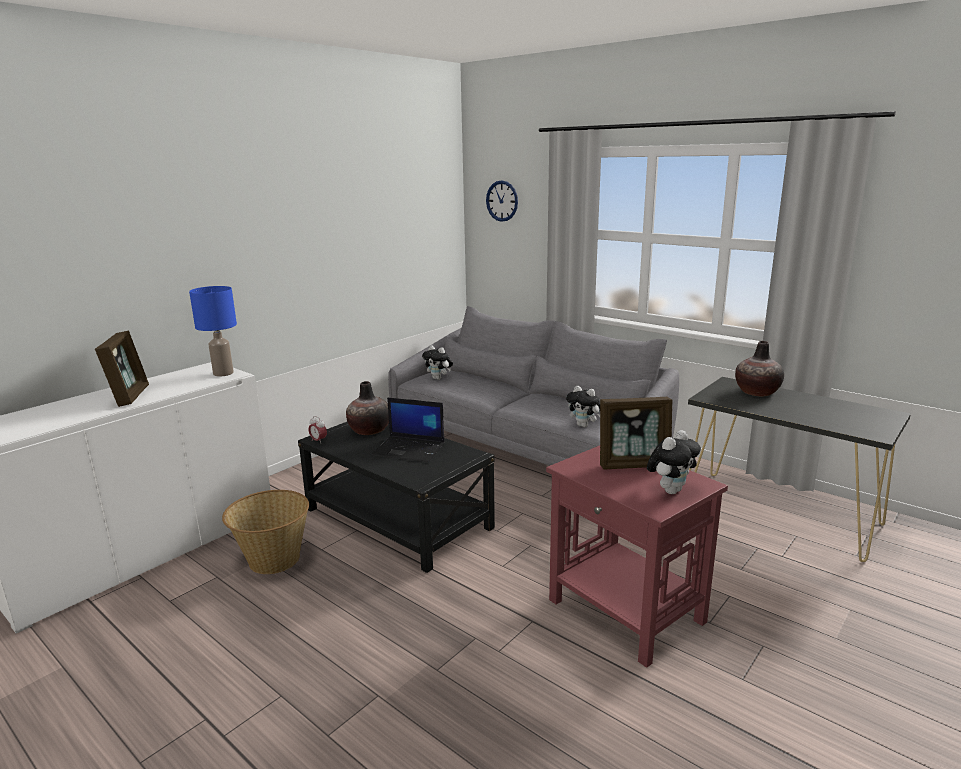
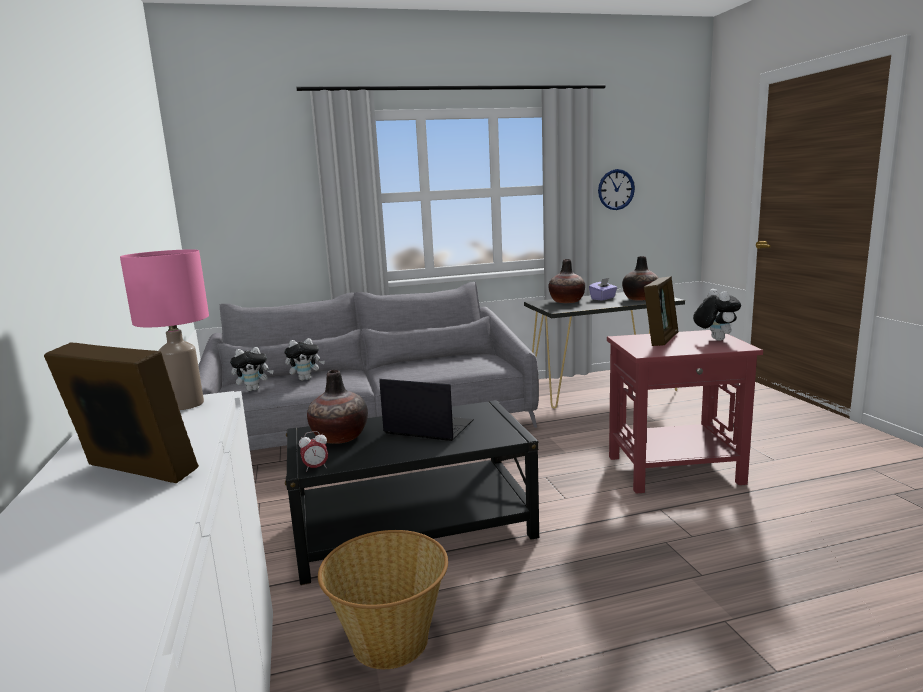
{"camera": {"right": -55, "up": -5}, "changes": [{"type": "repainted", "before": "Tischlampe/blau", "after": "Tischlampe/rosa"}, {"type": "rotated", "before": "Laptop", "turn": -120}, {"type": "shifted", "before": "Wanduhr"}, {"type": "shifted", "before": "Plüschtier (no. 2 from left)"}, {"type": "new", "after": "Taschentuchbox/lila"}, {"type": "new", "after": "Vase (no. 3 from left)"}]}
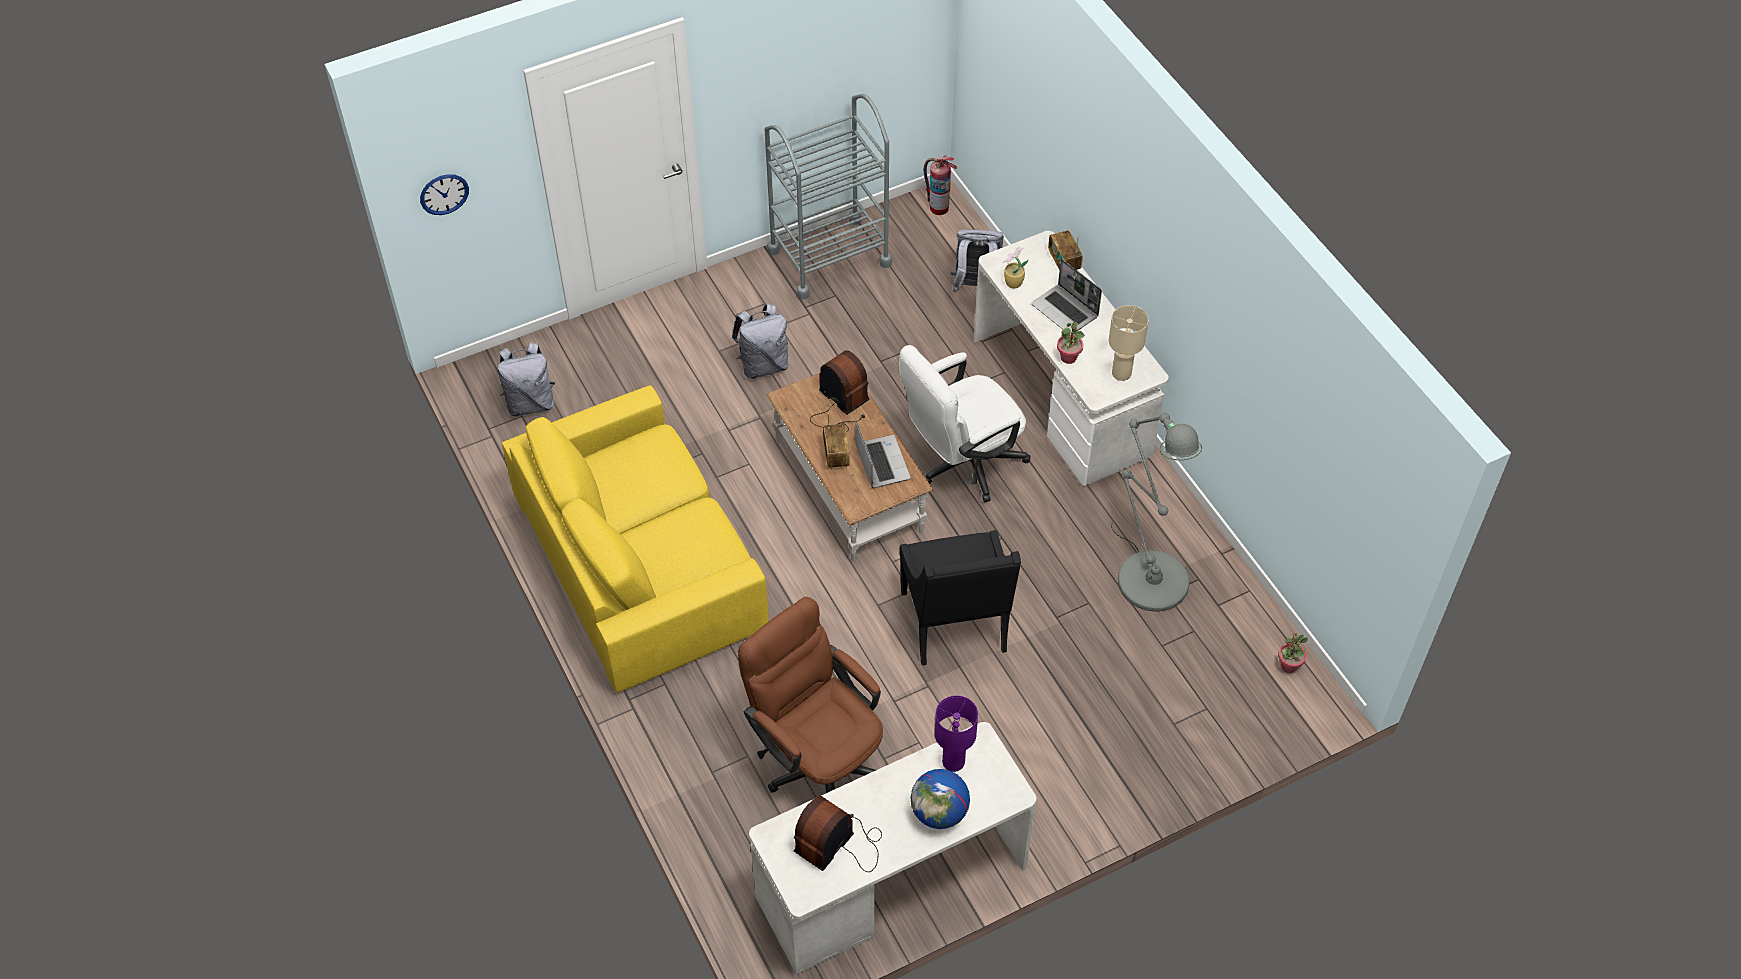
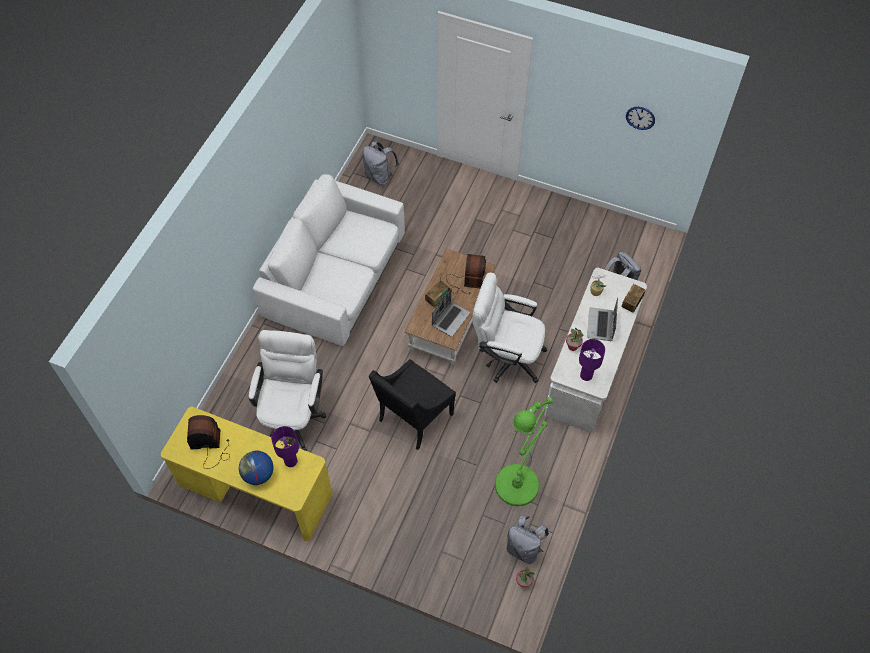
{"camera": {"right": 50, "up": 5}, "changes": [{"type": "shifted", "before": "Wanduhr"}, {"type": "repainted", "before": "Sofa/gelb", "after": "Sofa/weiß"}, {"type": "shifted", "before": "Rucksack/grau (no. 2 from left)"}, {"type": "repainted", "before": "Bürostuhl/braun", "after": "Bürostuhl/weiß (no. 1 from left)"}, {"type": "repainted", "before": "Schreibtisch/weiß (no. 1 from left)", "after": "Schreibtisch/gelb"}, {"type": "gone", "before": "Rollwagen/grau"}, {"type": "gone", "before": "Feuerlöscher"}, {"type": "repainted", "before": "Tischlampe/beige", "after": "Tischlampe/lila (no. 2 from left)"}, {"type": "repainted", "before": "Stehlampe/grau", "after": "Stehlampe/grün"}]}
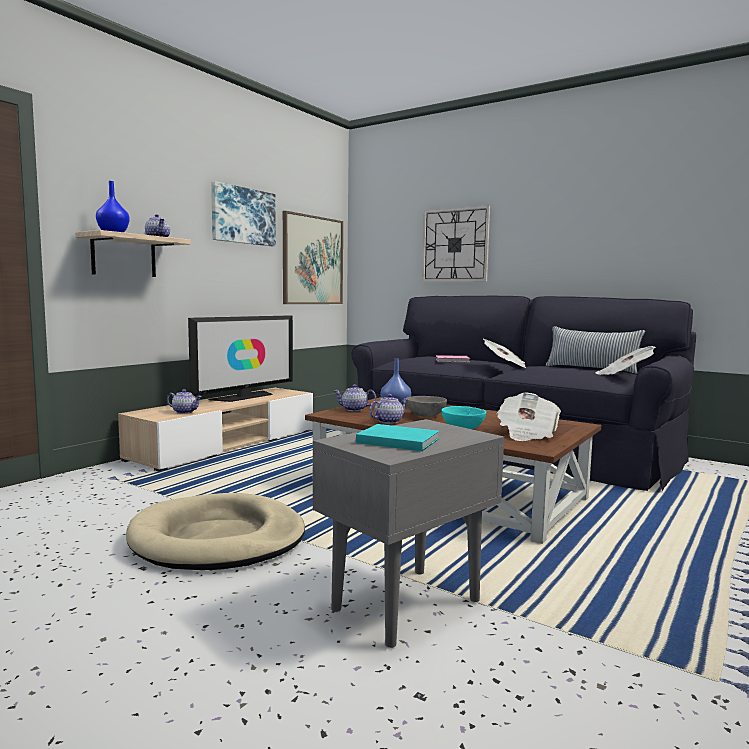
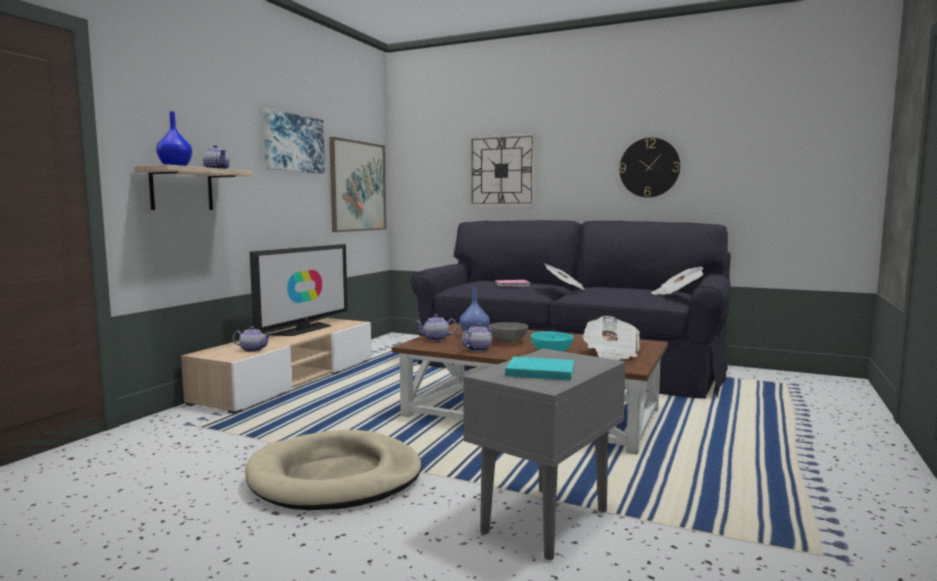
{"camera": {"right": -10, "up": 0}, "changes": [{"type": "gone", "before": "Kissen"}, {"type": "new", "after": "Wanduhr (no. 2 from left)"}]}
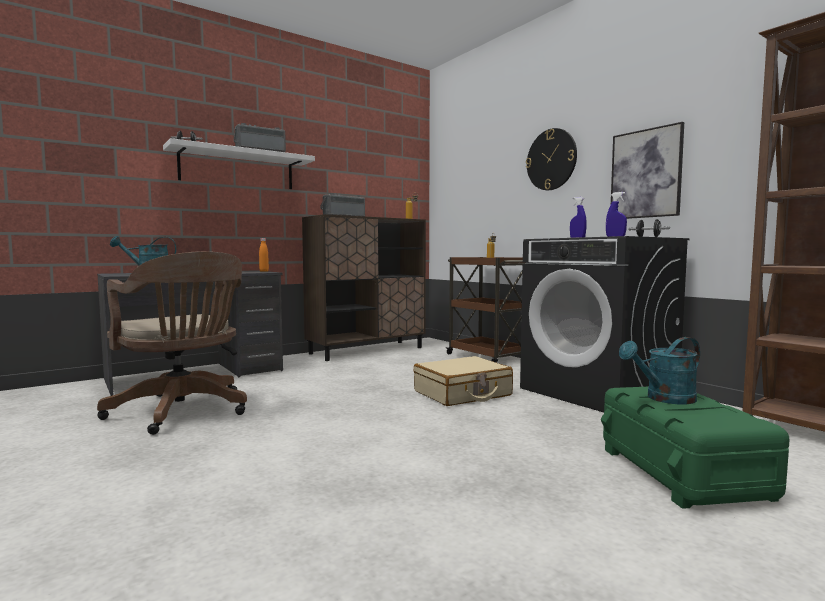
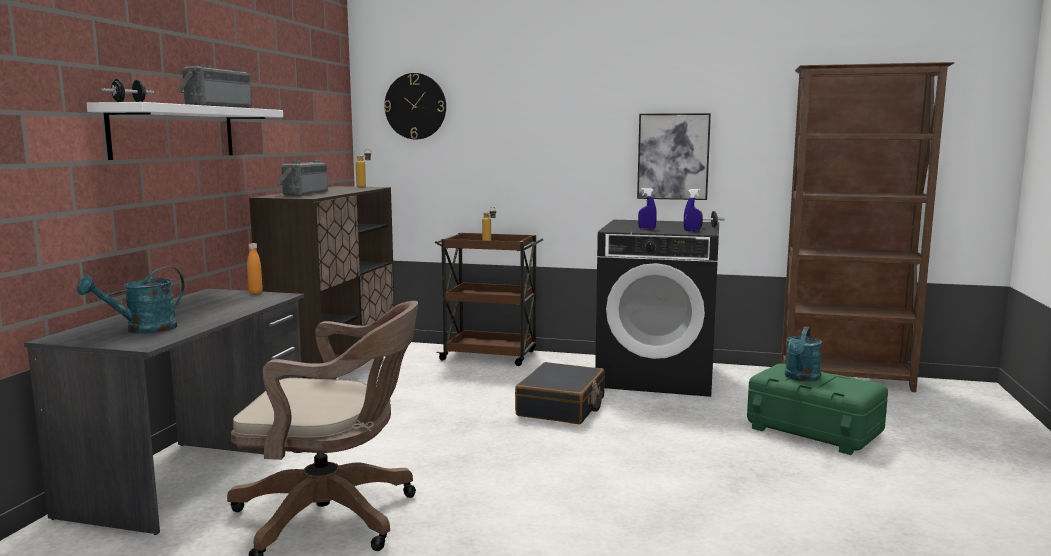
{"camera": {"right": -40, "up": 5}, "changes": [{"type": "repainted", "before": "Koffer/beige", "after": "Koffer/schwarz"}, {"type": "shifted", "before": "Wanduhr"}]}
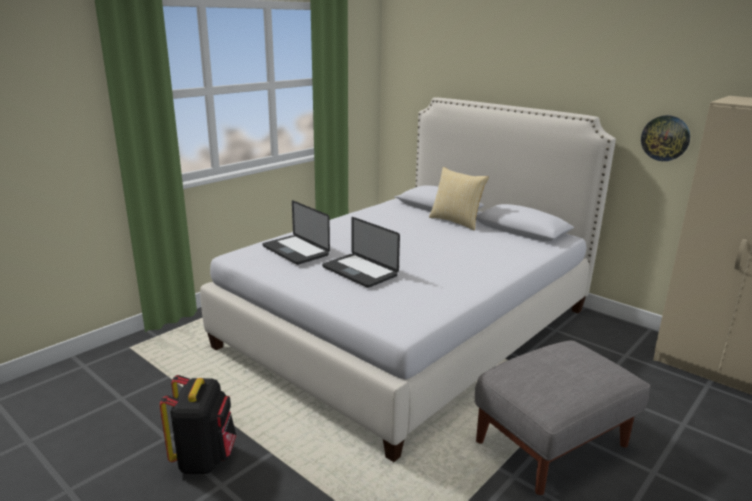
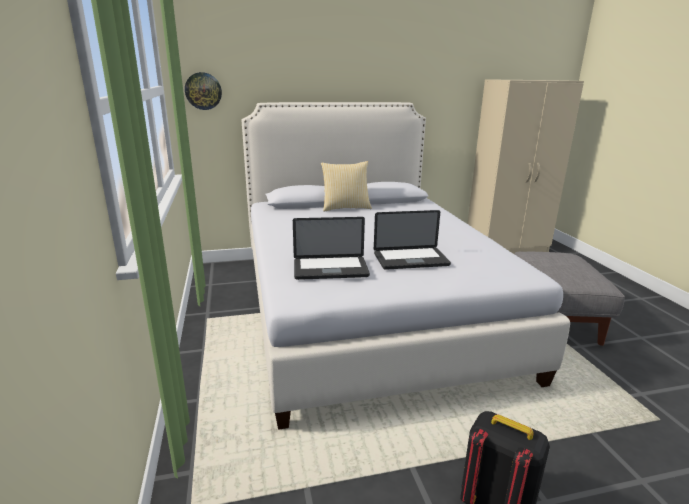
{"camera": {"right": -55, "up": 0}, "changes": [{"type": "shifted", "before": "Wanduhr"}]}
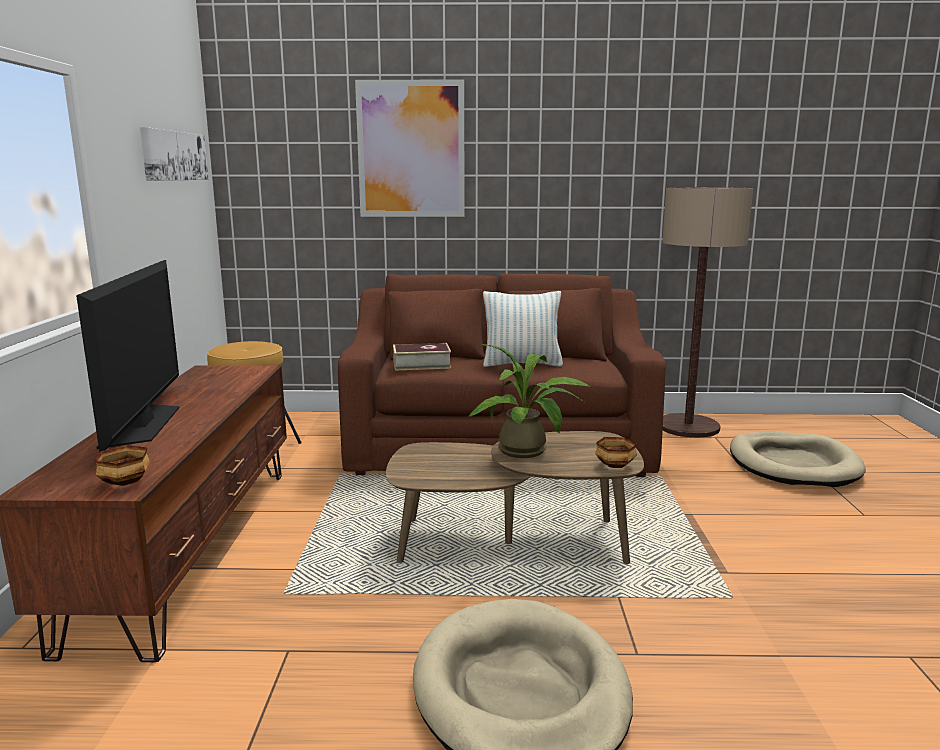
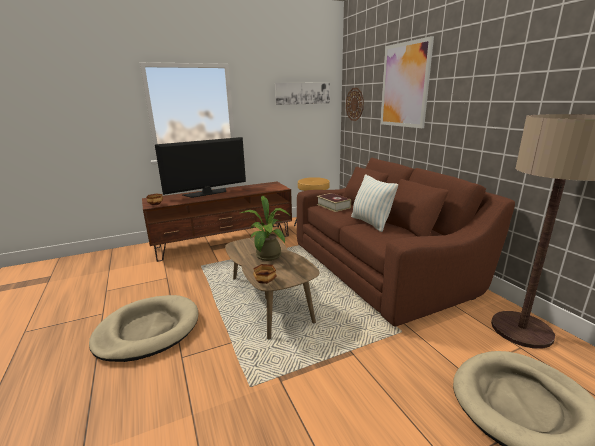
{"camera": {"right": 65, "up": 5}, "changes": [{"type": "new", "after": "Wanduhr"}]}
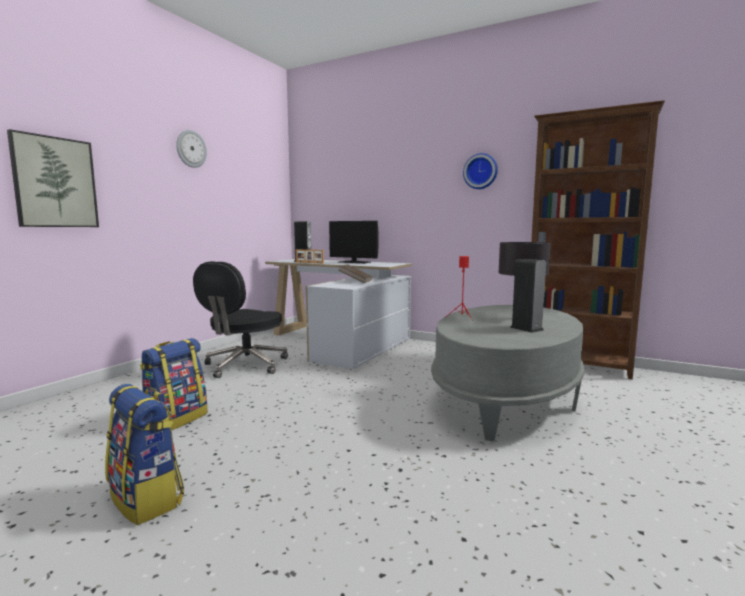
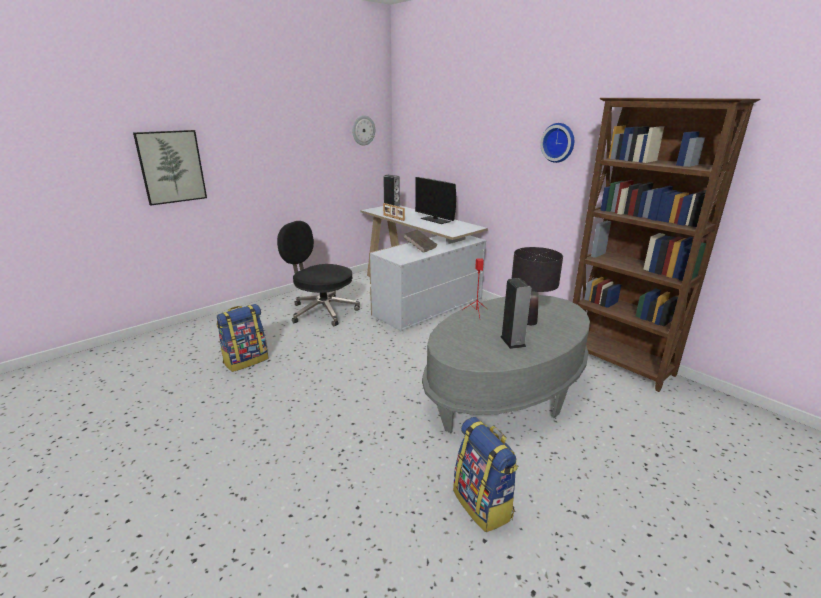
{"camera": {"right": 20, "up": 15}, "changes": [{"type": "shifted", "before": "Rucksack (no. 1 from left in the first image)", "after": "Rucksack (no. 2 from left)"}, {"type": "shifted", "before": "Wanduhr (no. 1 from left)"}, {"type": "rotated", "before": "Bürostuhl/schwarz", "turn": 75}]}
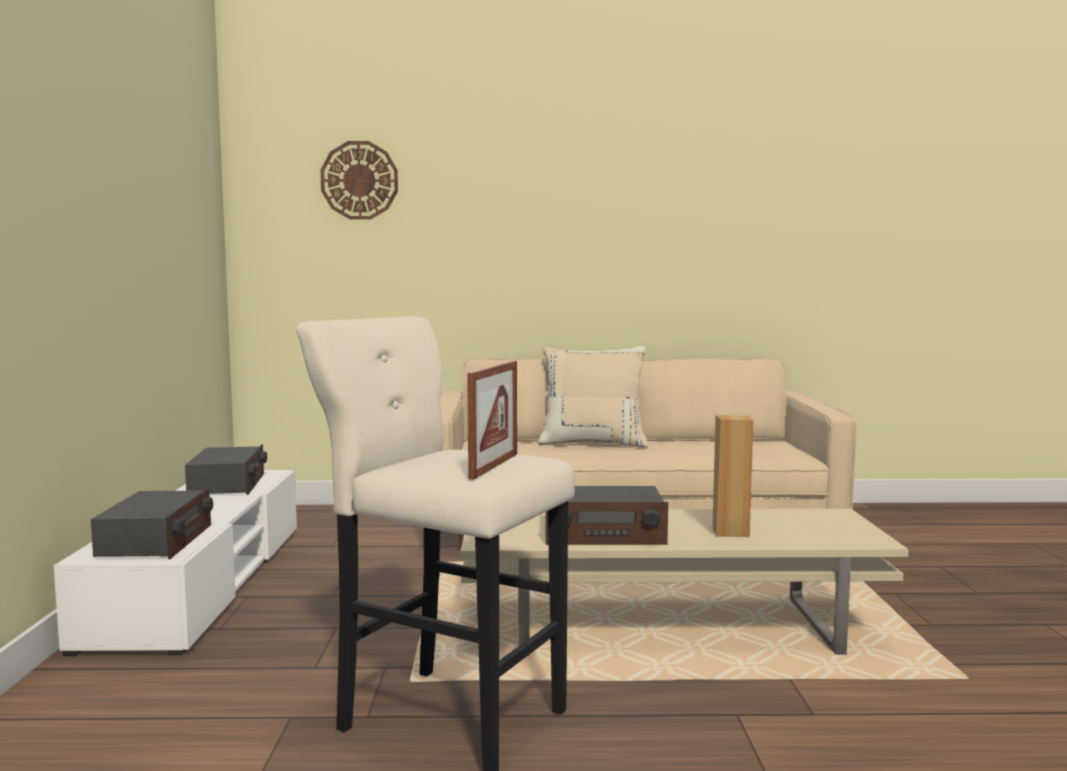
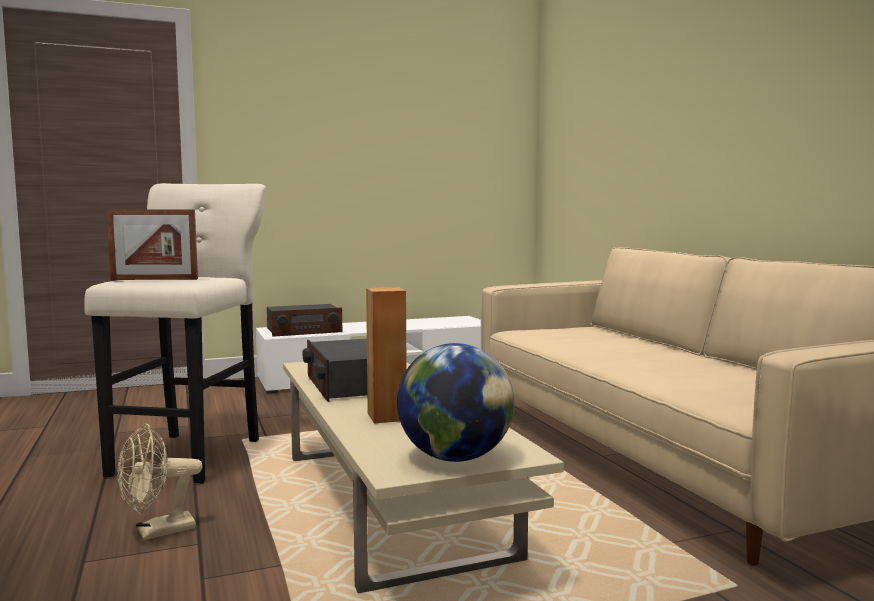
{"camera": {"right": 70, "up": 0}, "changes": [{"type": "gone", "before": "Radio (no. 2 from left)"}, {"type": "gone", "before": "Wanduhr"}, {"type": "gone", "before": "Kissen/beige"}, {"type": "new", "after": "Ventilator/beige"}, {"type": "new", "after": "Globus"}]}
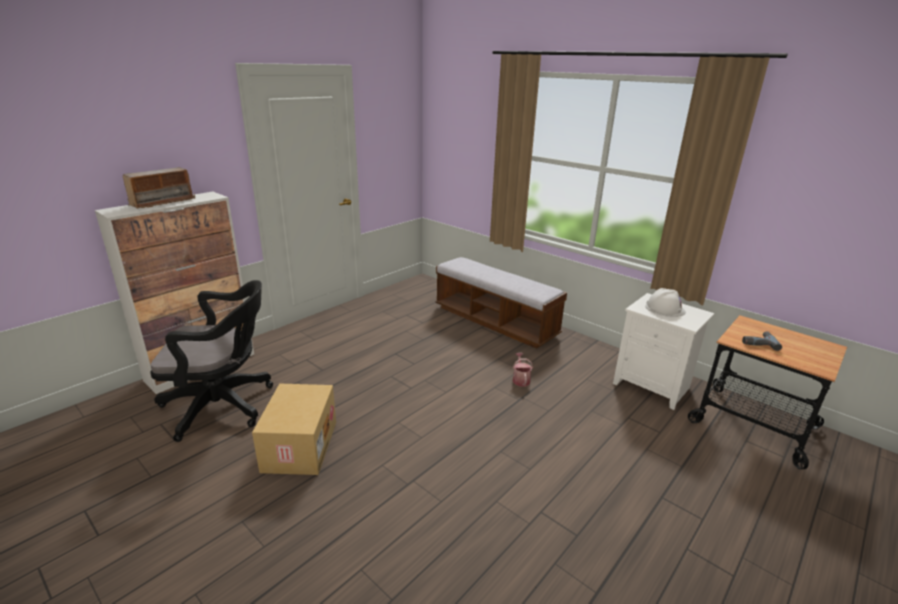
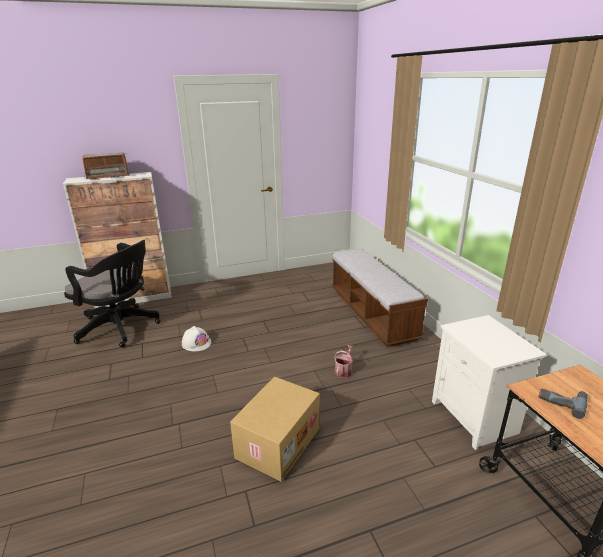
{"camera": {"right": 30, "up": 0}, "changes": [{"type": "shifted", "before": "Karton"}, {"type": "shifted", "before": "Schutzhelm/weiß"}]}
